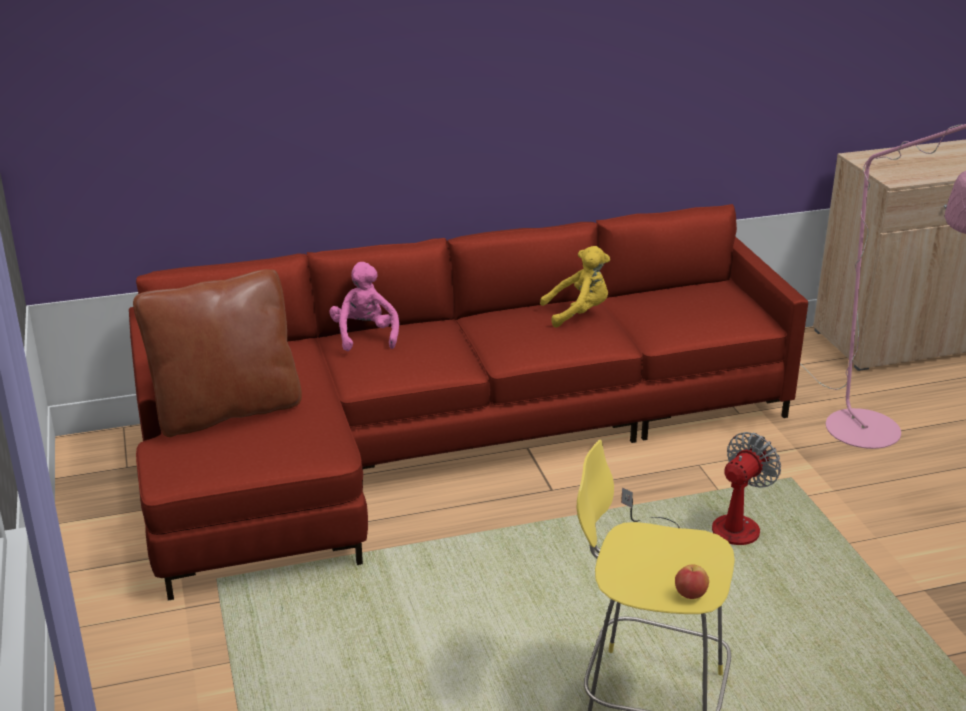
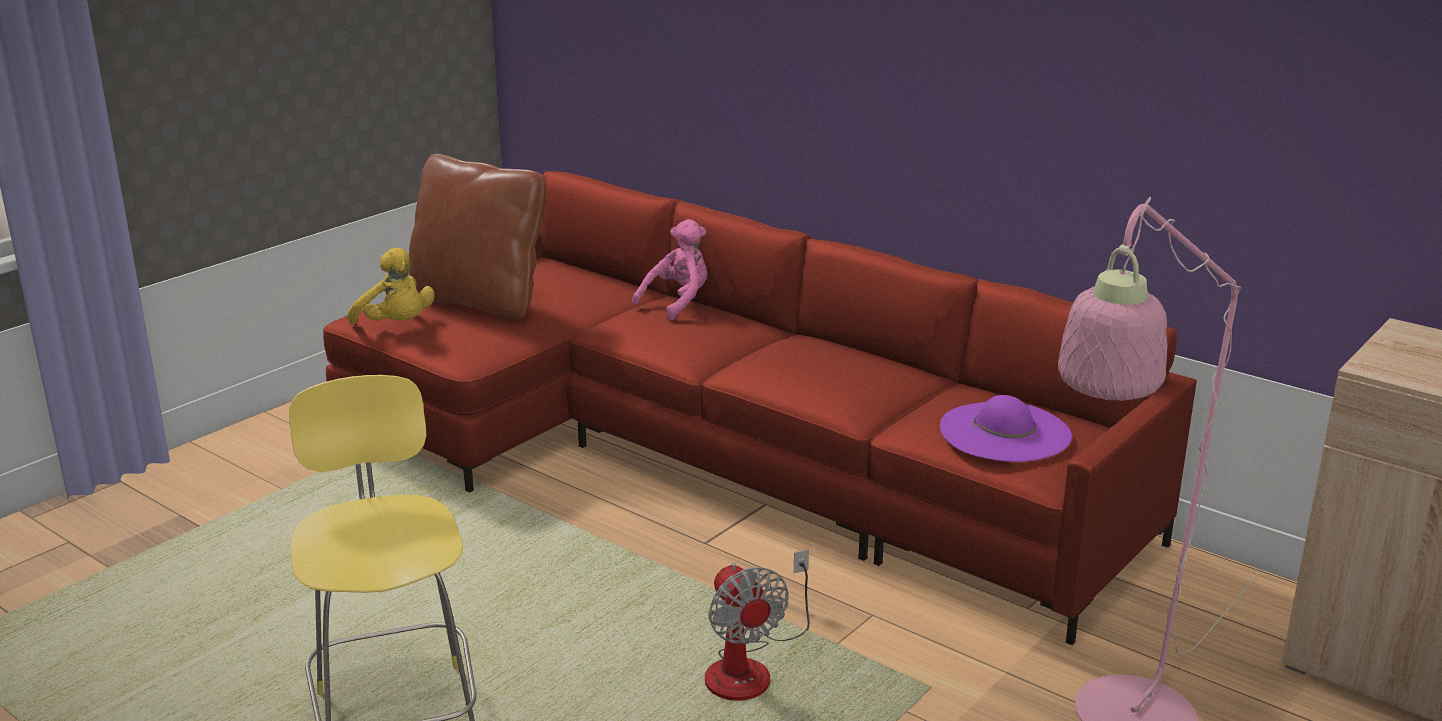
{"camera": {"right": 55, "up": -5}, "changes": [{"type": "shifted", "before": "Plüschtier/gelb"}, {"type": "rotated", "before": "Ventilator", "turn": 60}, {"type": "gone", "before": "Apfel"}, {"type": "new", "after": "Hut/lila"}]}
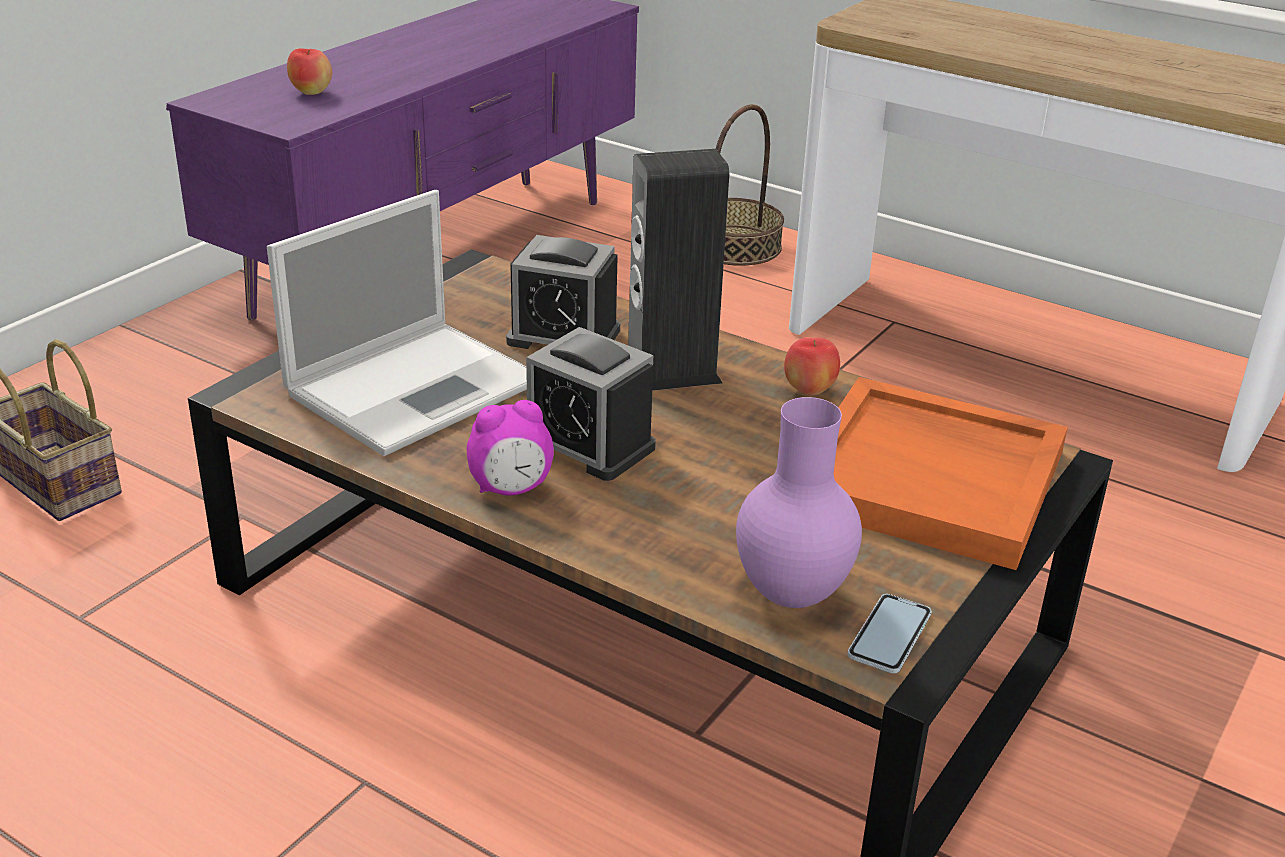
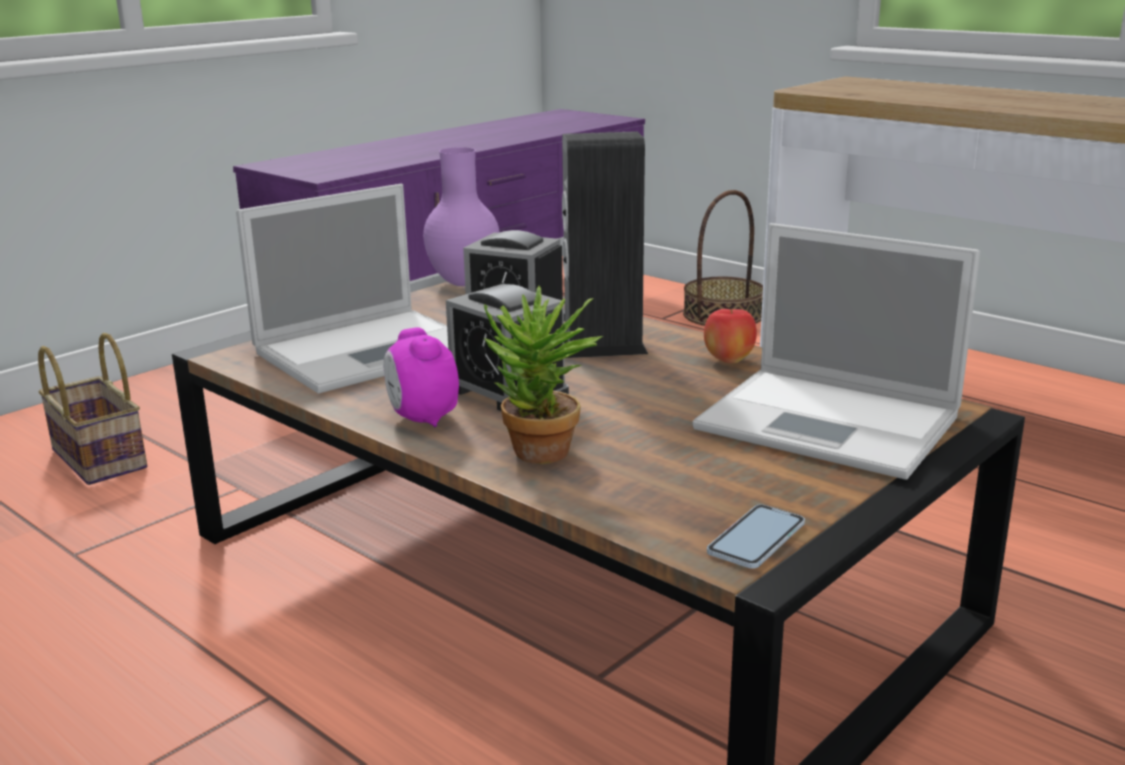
{"camera": {"right": 10, "up": -10}, "changes": [{"type": "gone", "before": "Apfel (no. 1 from left)"}, {"type": "rotated", "before": "Wecker (no. 1 from left)", "turn": 75}, {"type": "shifted", "before": "Vase/lila"}, {"type": "swapped", "before": "Tablett/orange", "after": "Laptop (no. 2 from left)"}, {"type": "new", "after": "Topfpflanze"}]}
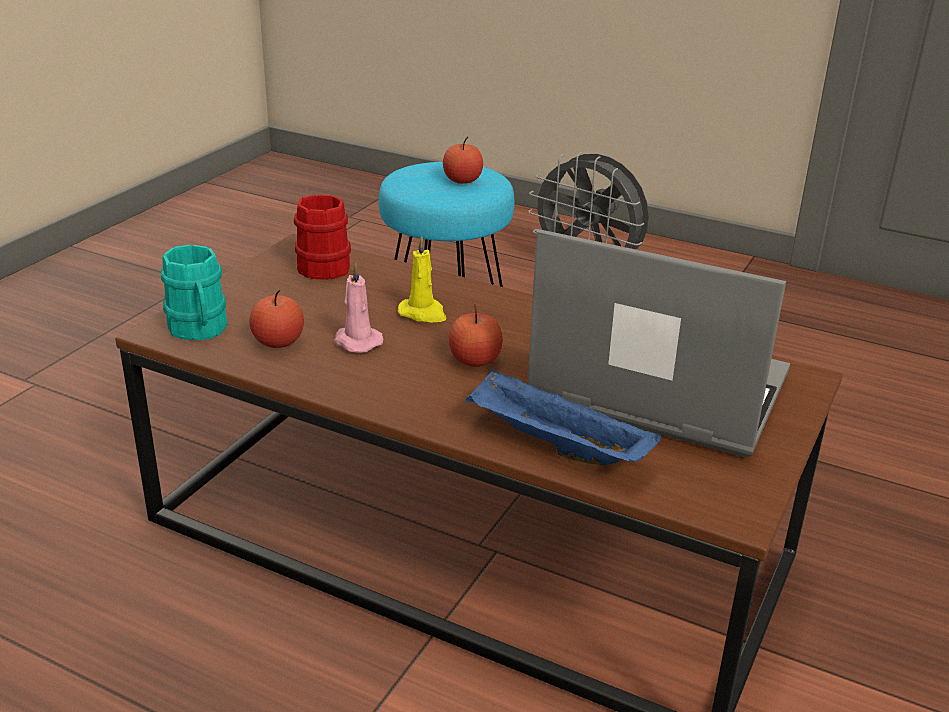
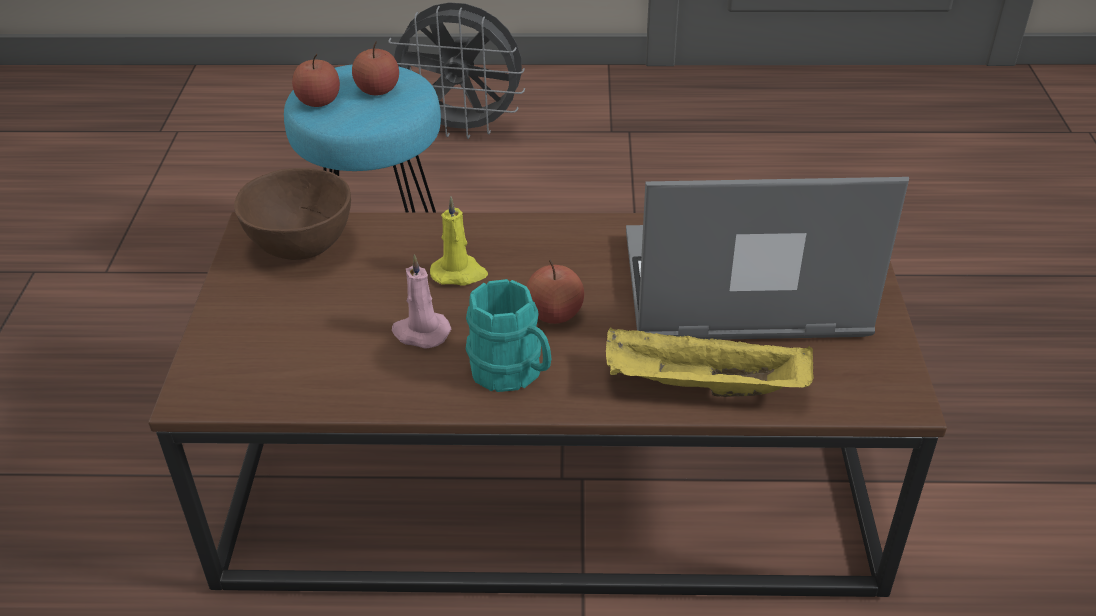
{"camera": {"right": -25, "up": 10}, "changes": [{"type": "shifted", "before": "Henkelbecher/türkis"}, {"type": "shifted", "before": "Apfel (no. 1 from left)"}, {"type": "swapped", "before": "Henkelbecher/rot", "after": "Schüssel/braun"}, {"type": "repainted", "before": "Tablett/blau", "after": "Tablett/gelb"}]}
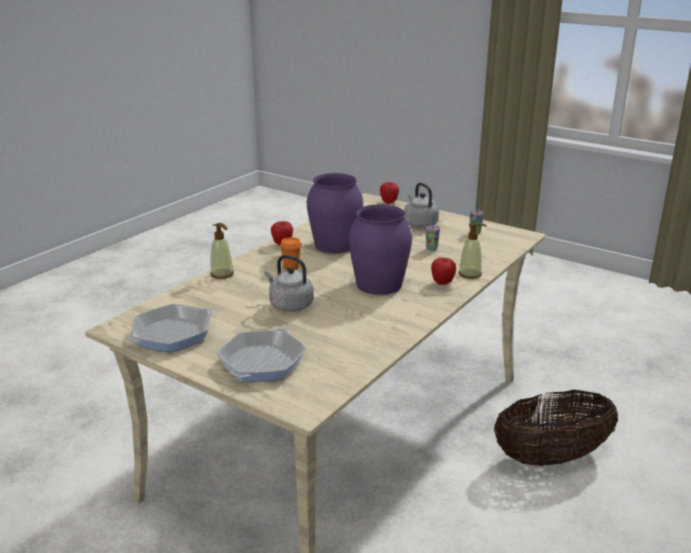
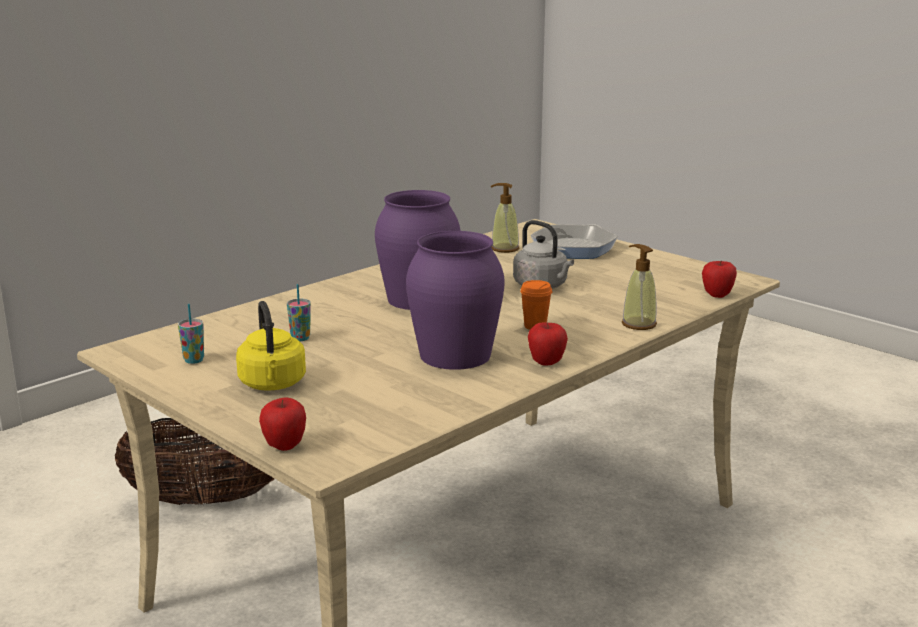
{"camera": {"right": -170, "up": -5}, "changes": [{"type": "gone", "before": "Pfanne (no. 1 from left)"}, {"type": "repainted", "before": "Wasserkessel/grau (no. 2 from left)", "after": "Wasserkessel/gelb"}, {"type": "shifted", "before": "Apfel (no. 3 from left)"}, {"type": "shifted", "before": "Seifenspender (no. 2 from left in the first image)", "after": "Seifenspender (no. 1 from left)"}]}
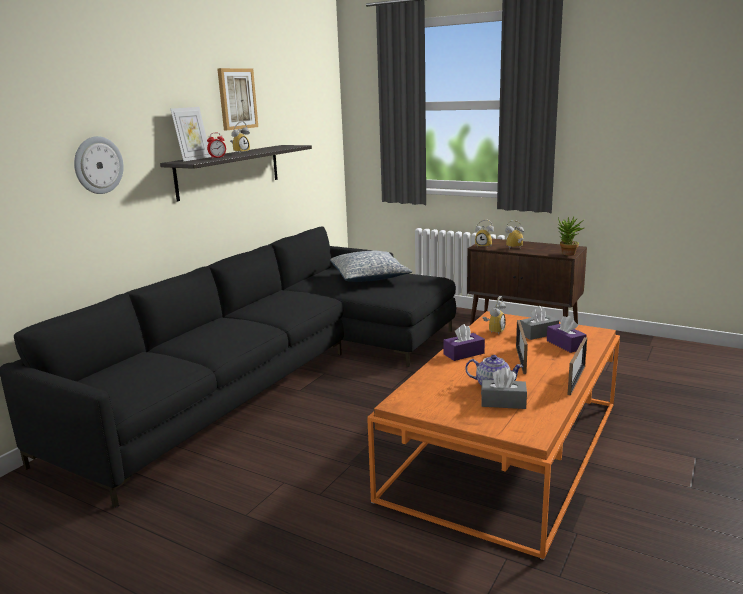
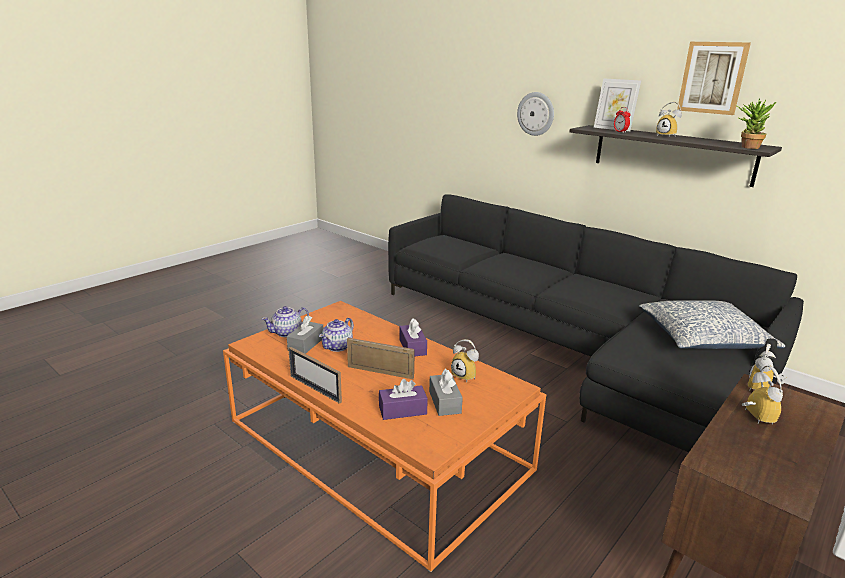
{"camera": {"right": 100, "up": 5}, "changes": [{"type": "shifted", "before": "Topfpflanze"}, {"type": "new", "after": "Teekanne (no. 1 from left)"}]}
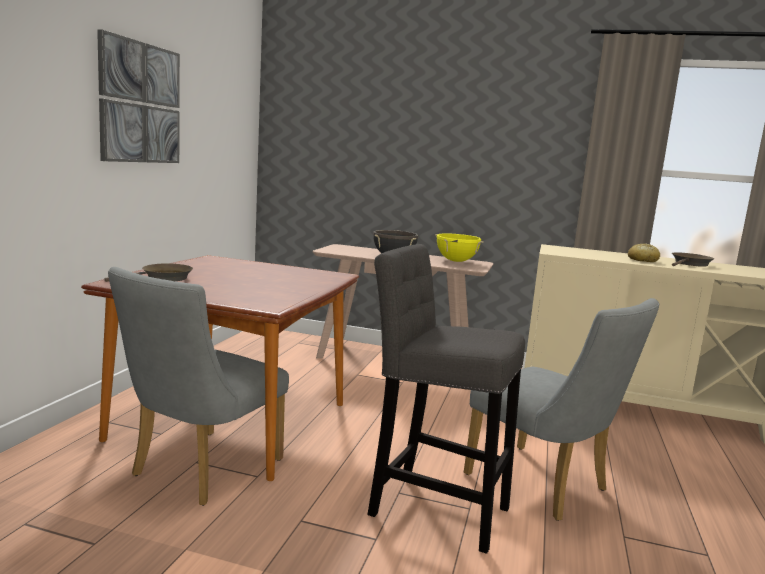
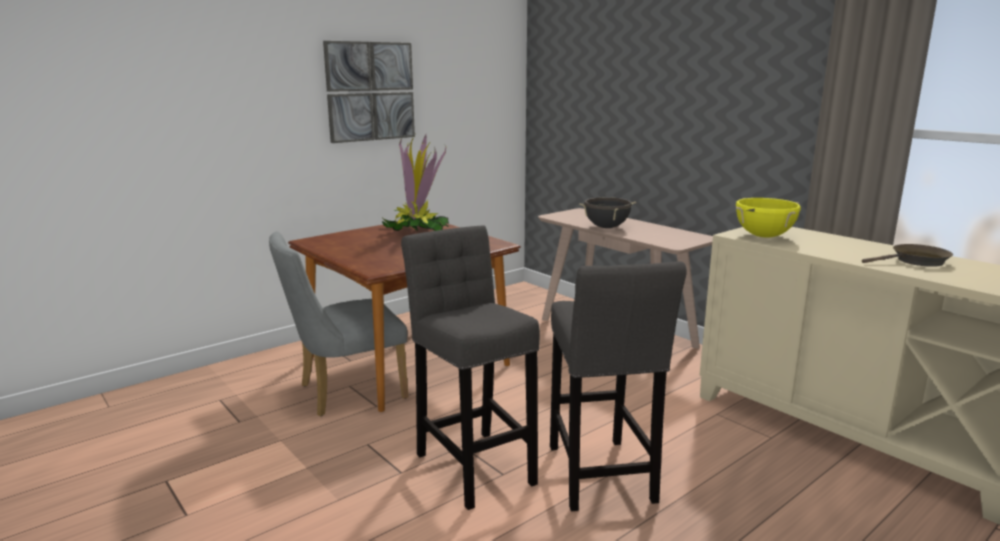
{"camera": {"right": 35, "up": 5}, "changes": [{"type": "gone", "before": "Pfanne/braun (no. 1 from left)"}, {"type": "shifted", "before": "Kochtopf/gelb"}, {"type": "swapped", "before": "Stuhl/grau (no. 2 from left)", "after": "Hocker/grau (no. 2 from left)"}, {"type": "gone", "before": "Brot"}, {"type": "new", "after": "Topfpflanze"}]}
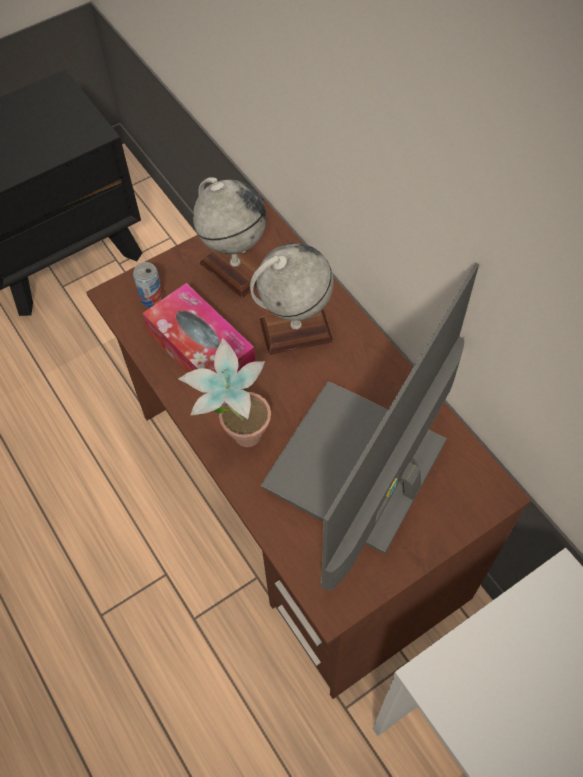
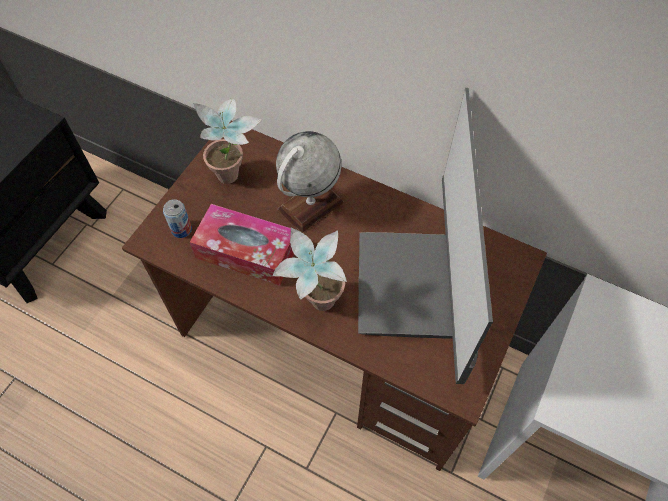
{"camera": {"right": -30, "up": 0}, "changes": [{"type": "swapped", "before": "Globus (no. 1 from left)", "after": "Topfpflanze (no. 1 from left)"}]}
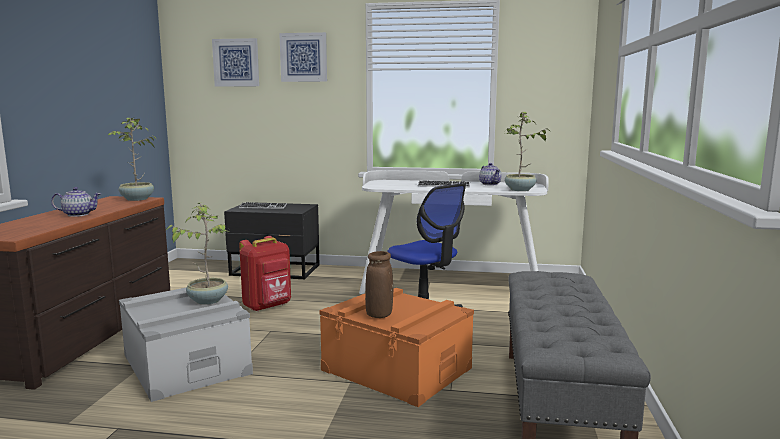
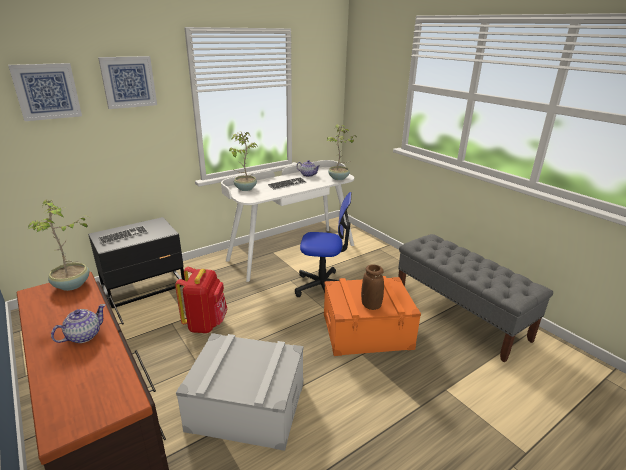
{"camera": {"right": -45, "up": 15}, "changes": [{"type": "shifted", "before": "Topfpflanze (no. 2 from left)"}]}
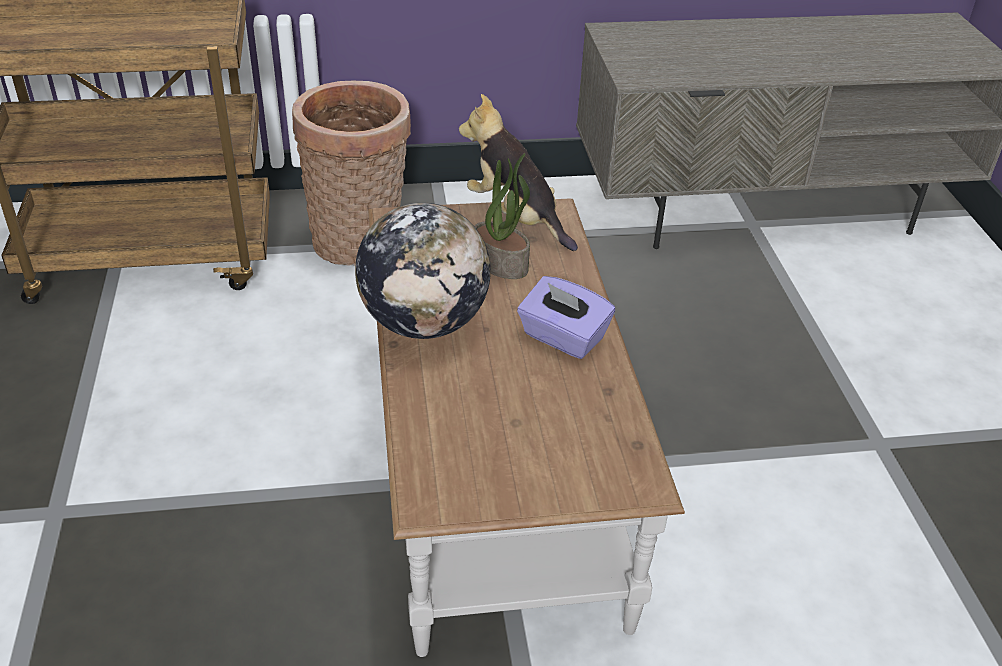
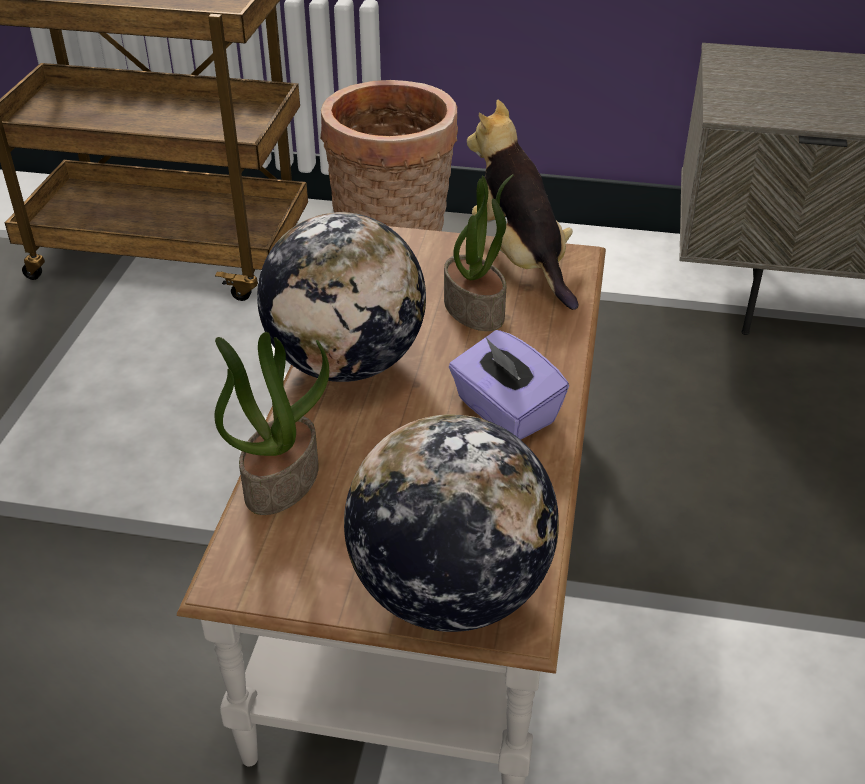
{"camera": {"right": 20, "up": 0}, "changes": [{"type": "new", "after": "Topfpflanze (no. 1 from left)"}, {"type": "new", "after": "Globus (no. 2 from left)"}]}
